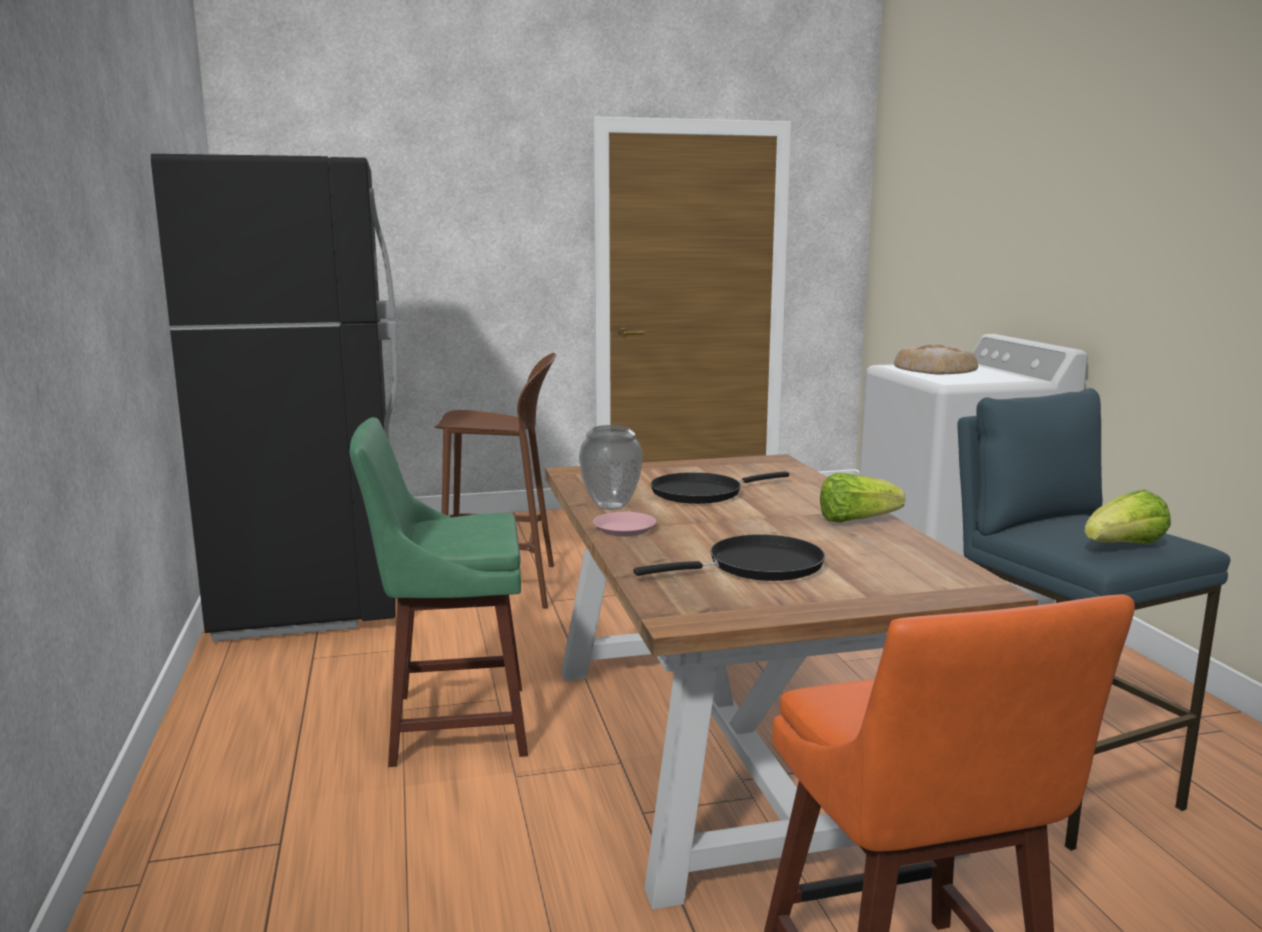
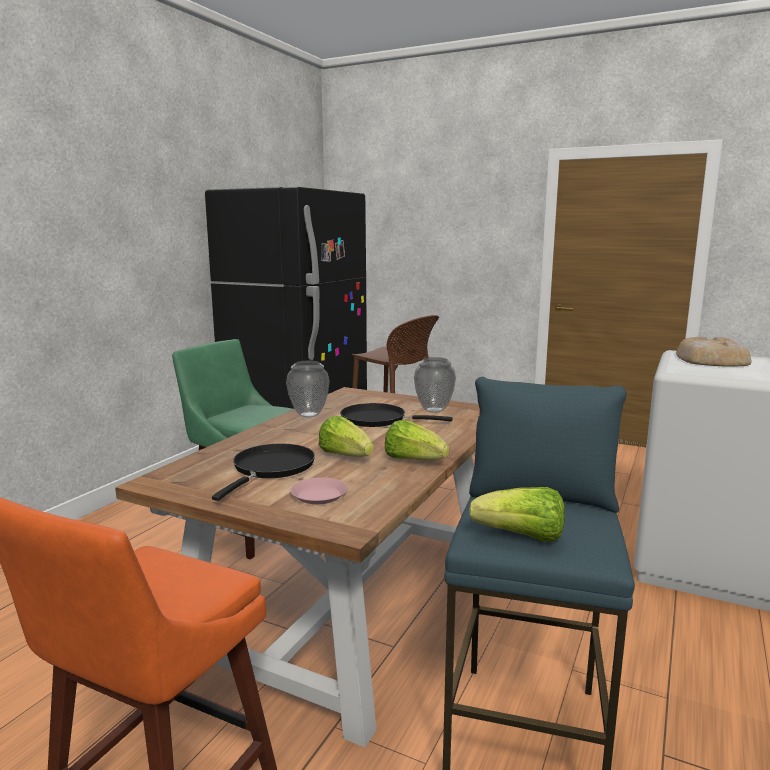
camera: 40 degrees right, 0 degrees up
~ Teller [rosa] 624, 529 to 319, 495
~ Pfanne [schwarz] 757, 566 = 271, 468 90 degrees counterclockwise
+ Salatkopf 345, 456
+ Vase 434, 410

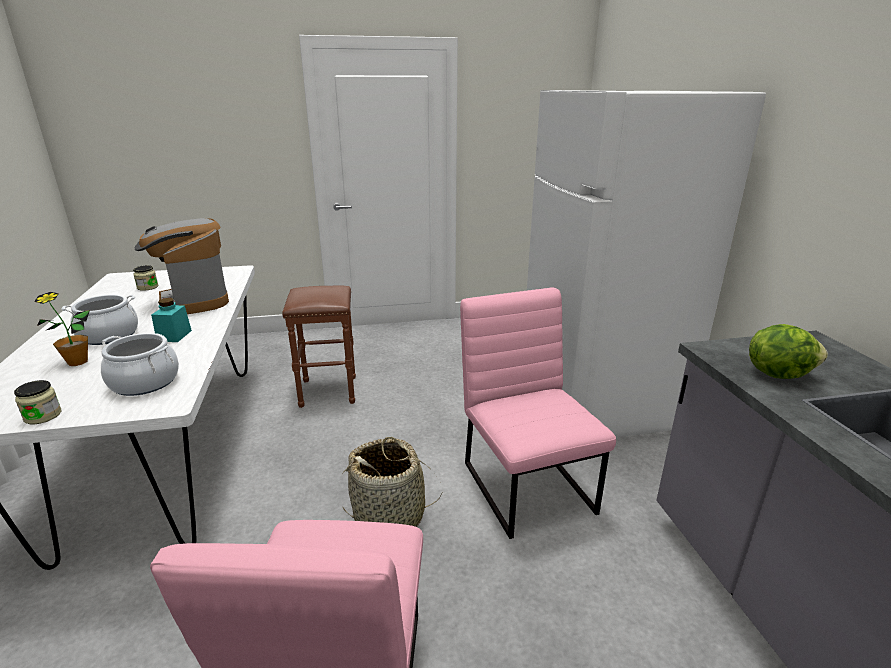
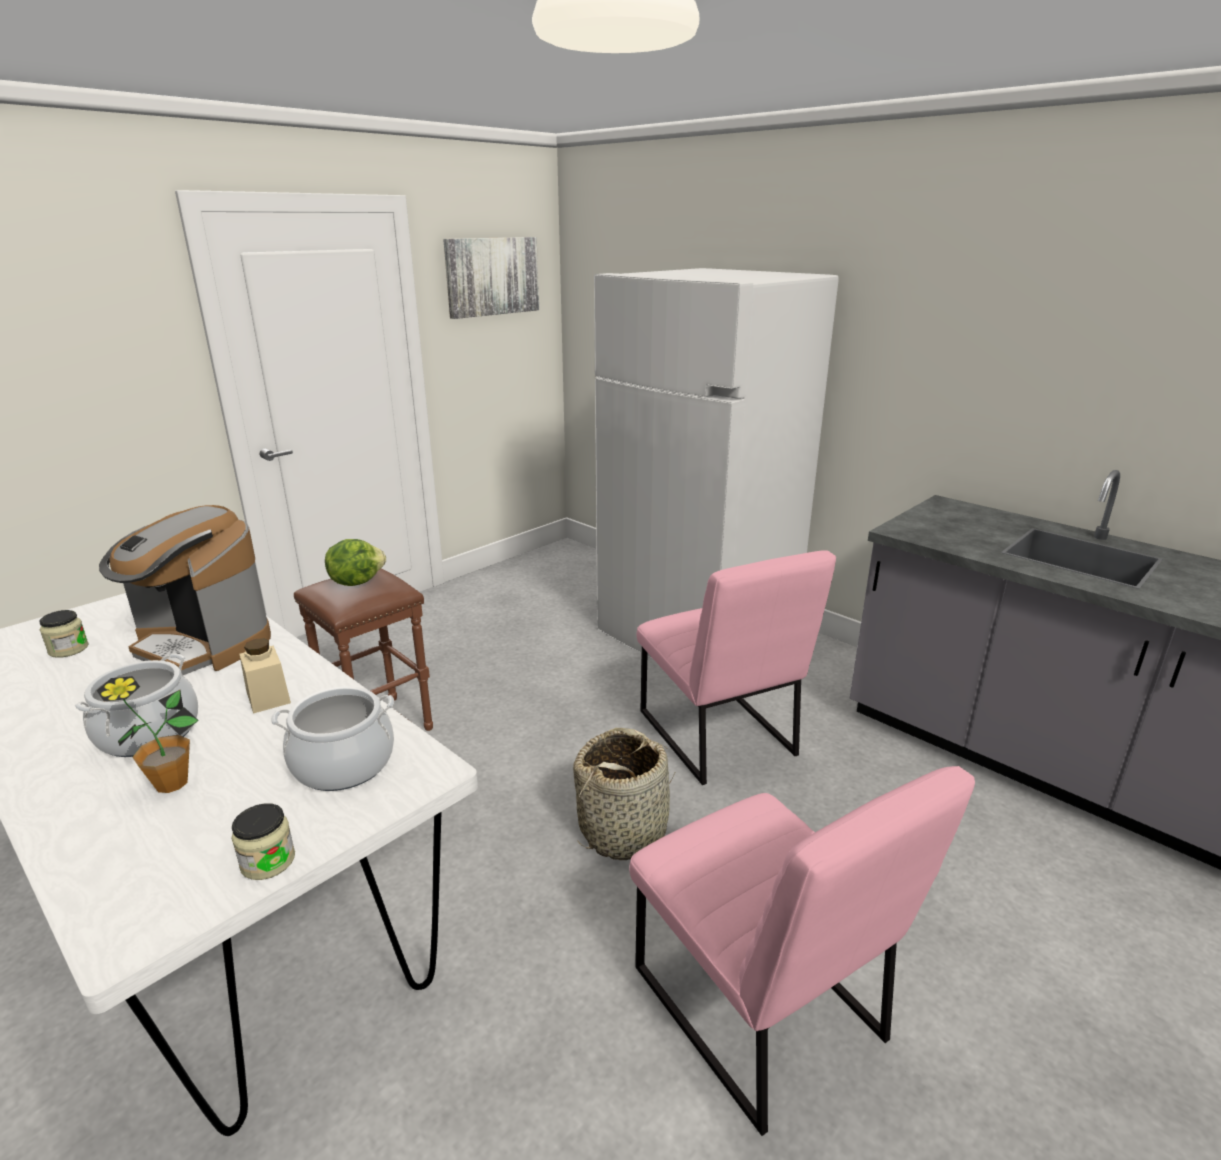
camera: 35 degrees left, 0 degrees up
~ Vorratsglas [türkis] 174, 336 to Vorratsglas [beige] 268, 697
~ Stuhl [rosa] 526, 484 = 717, 735 150 degrees counterclockwise
~ Salatkopf 777, 373 to 356, 581
+ Bild 492, 276

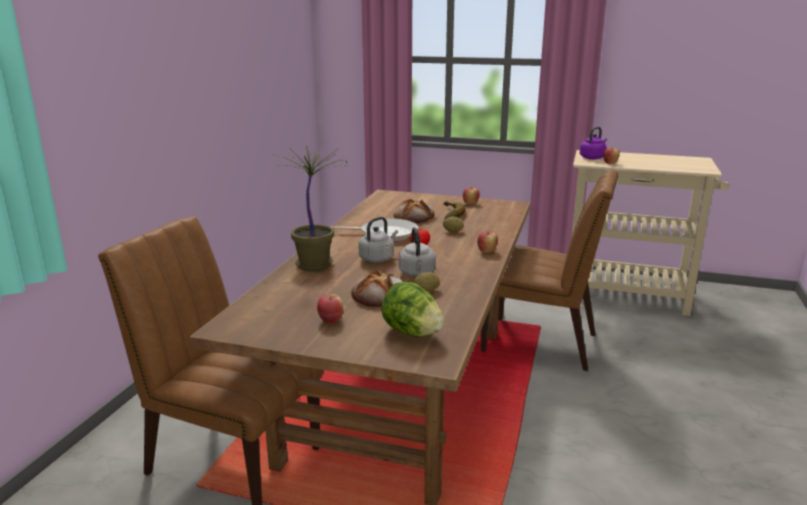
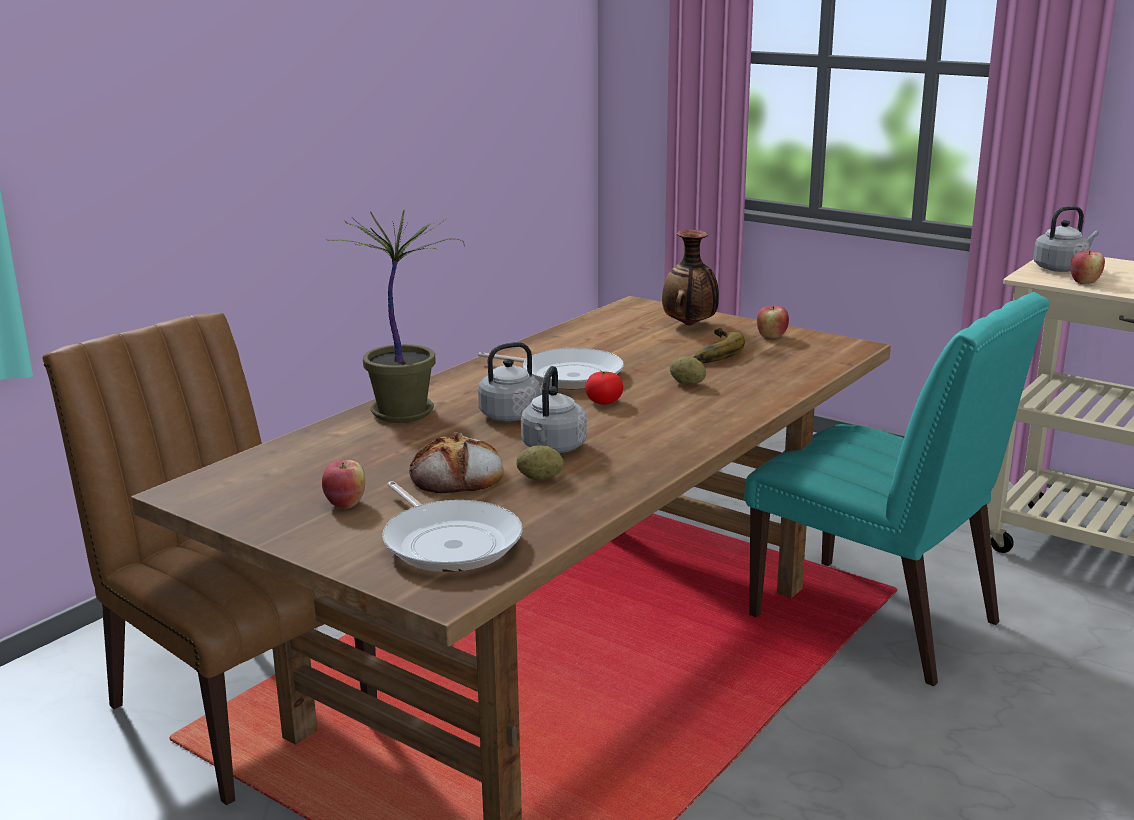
camera: 20 degrees right, 0 degrees up
~ Salatkopf 411, 333 to Pfanne 449, 542
- Brot 414, 217
- Apfel 486, 251
~ Stuhl [braun] 538, 343 to Stuhl [türkis] 871, 619
~ Wasserkessel [lila] 593, 157 to Wasserkessel [grau] 1061, 268
+ Vase 690, 325

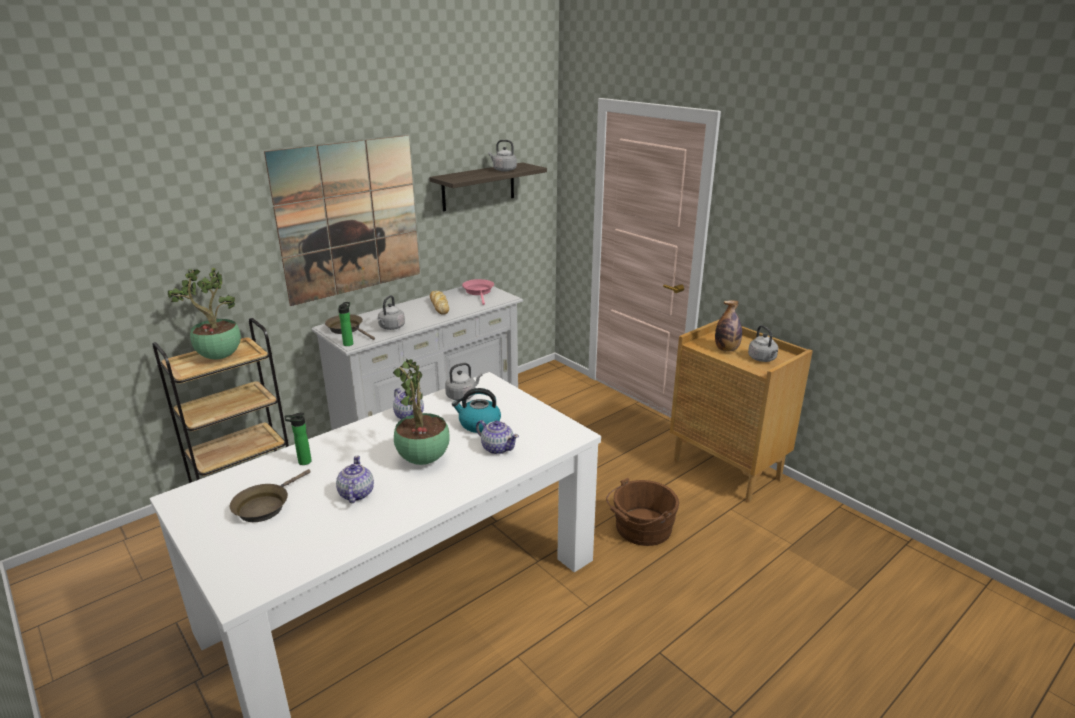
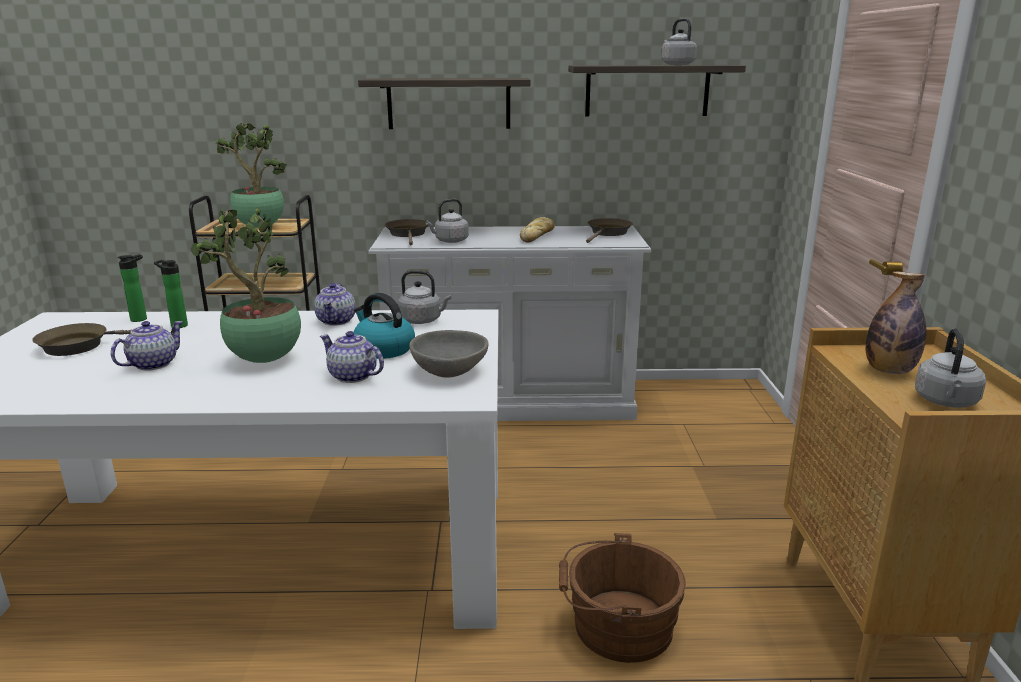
camera: 40 degrees right, 5 degrees down
~ Bild 349, 218 to Wandregal 449, 103
~ Flasche 349, 343 to 141, 319
~ Pfanne [rosa] 479, 292 to Pfanne [braun] 608, 233
~ Teekanne 497, 448 = 353, 376 135 degrees clockwise
+ Schüssel [grau] 449, 372

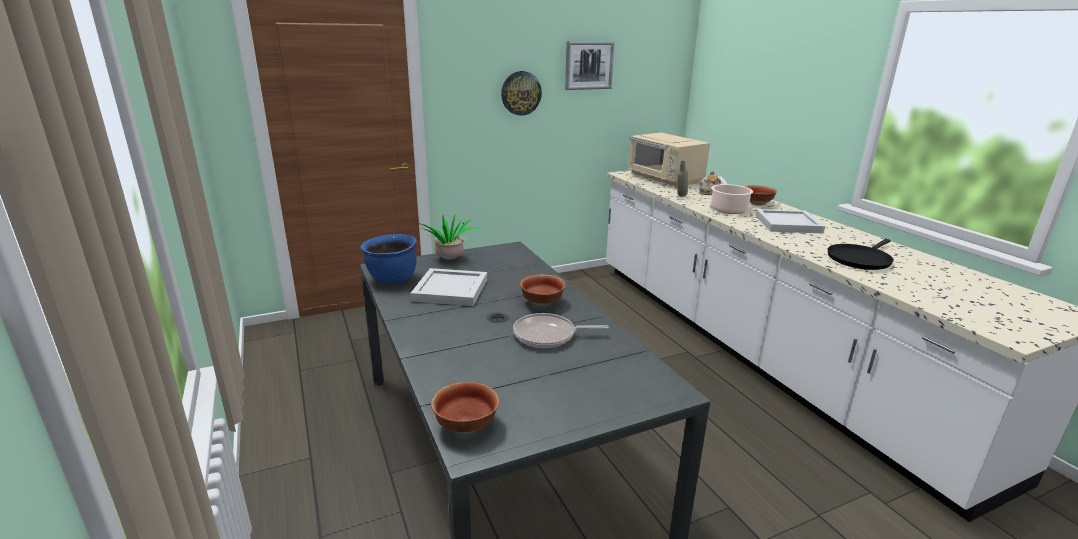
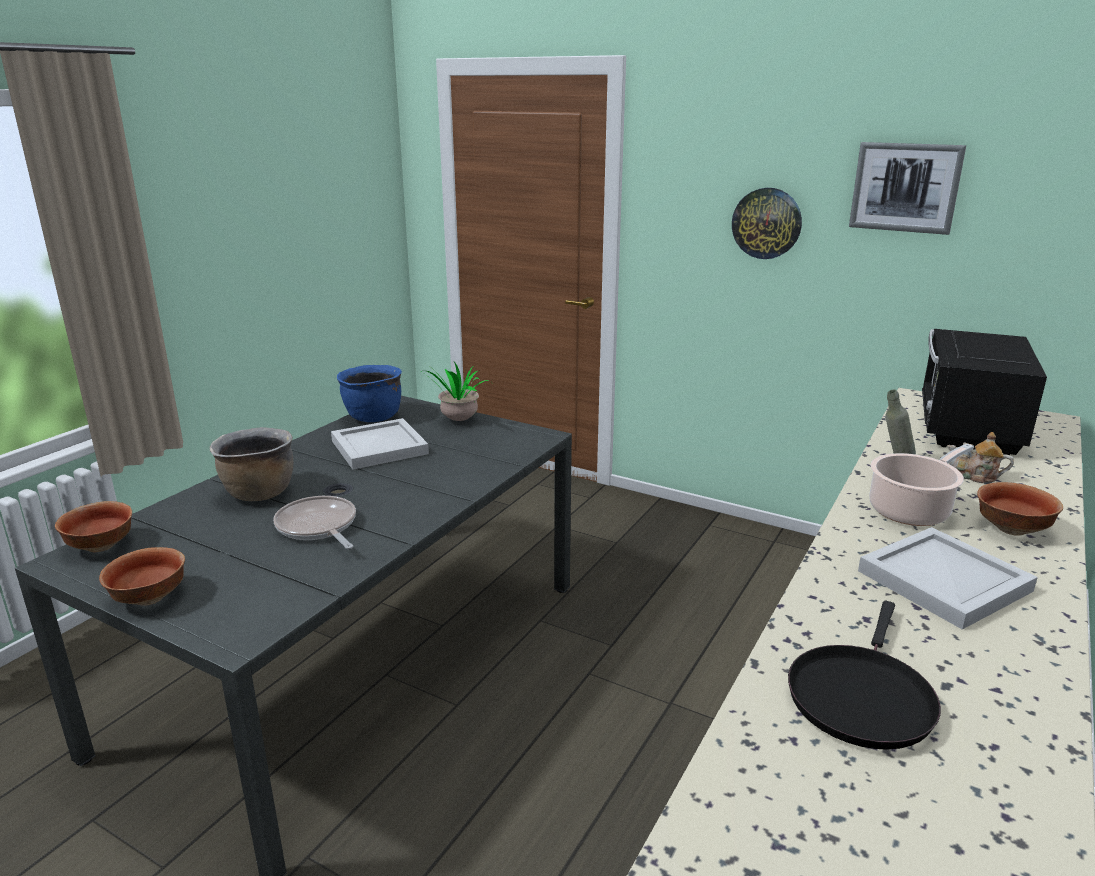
camera: 55 degrees right, 0 degrees up
~ Schüssel 543, 303 to 149, 598
~ Mikrowelle [beige] 665, 179 to Mikrowelle [schwarz] 966, 429
~ Pfanne [schwarz] 859, 259 = 860, 696 75 degrees counterclockwise
+ Kochtopf [braun] 258, 493

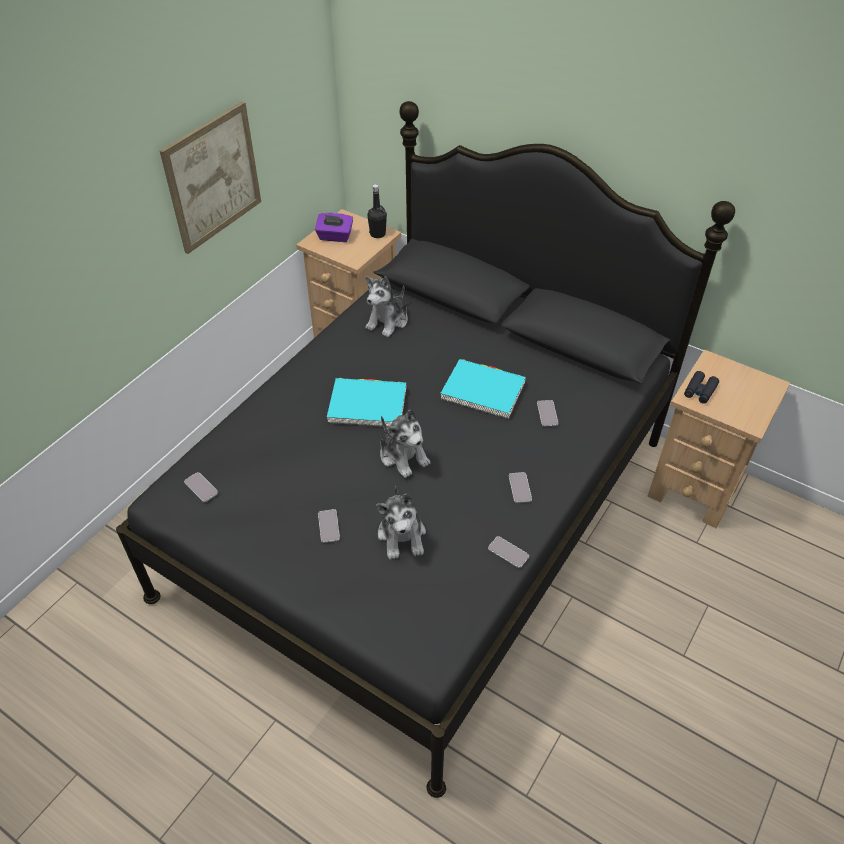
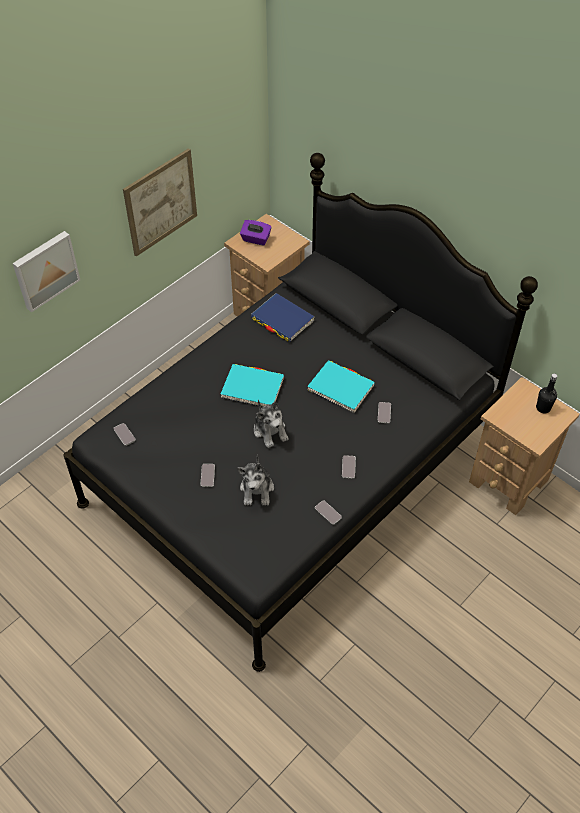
camera: 10 degrees right, 5 degrees up
~ Plüschtier 388, 321 to Buch [blau] 282, 320
~ Flasche [schwarz] 377, 234 to 543, 408
- Fernglas [schwarz] 700, 391
+ Bild 45, 270

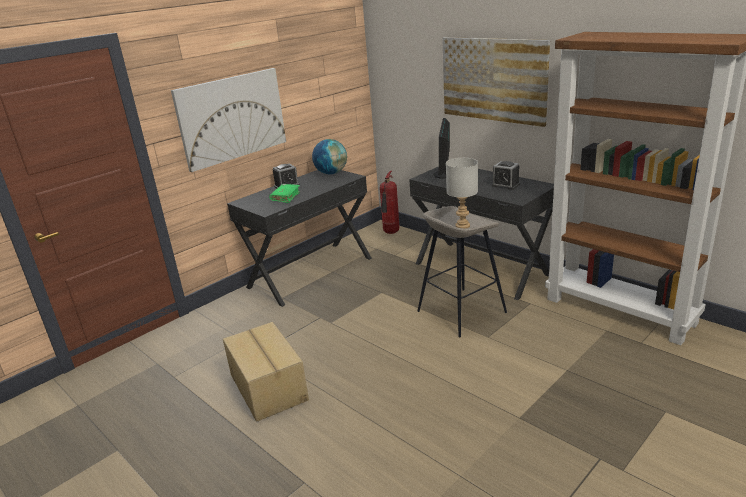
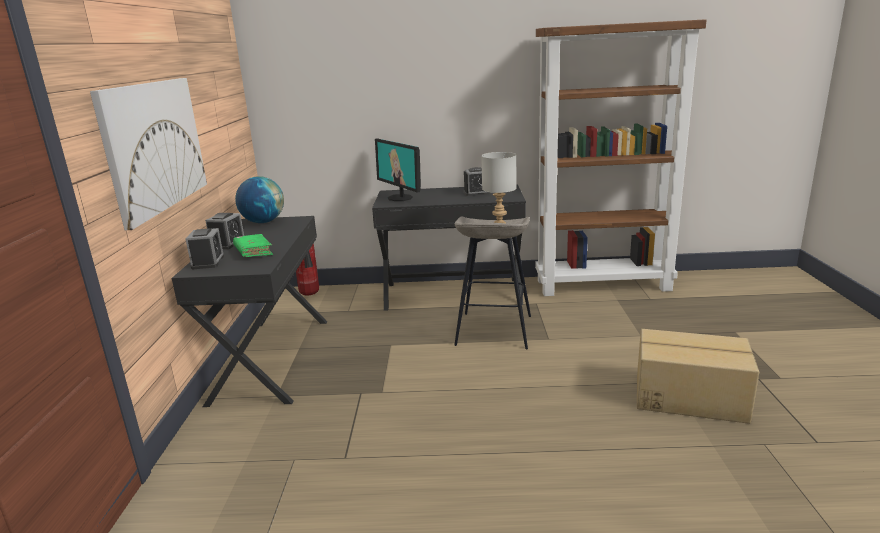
camera: 45 degrees left, 5 degrees down
~ Karton 269, 387 to 689, 397
- Bild 493, 80
+ Wecker 208, 262

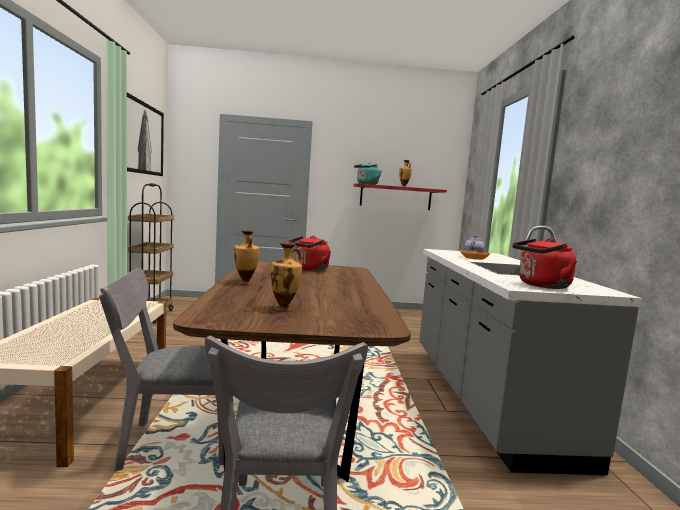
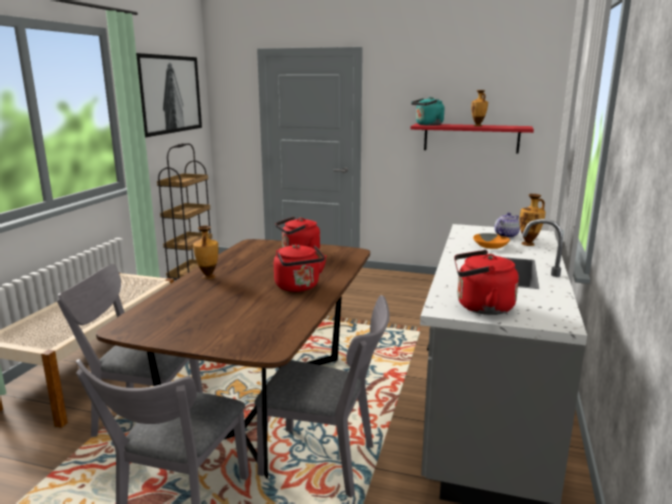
camera: 20 degrees right, 10 degrees up
~ Vase 284, 308 to 529, 244
+ Stuhl [grau] 326, 462
+ Wasserkessel [rot] 298, 287

